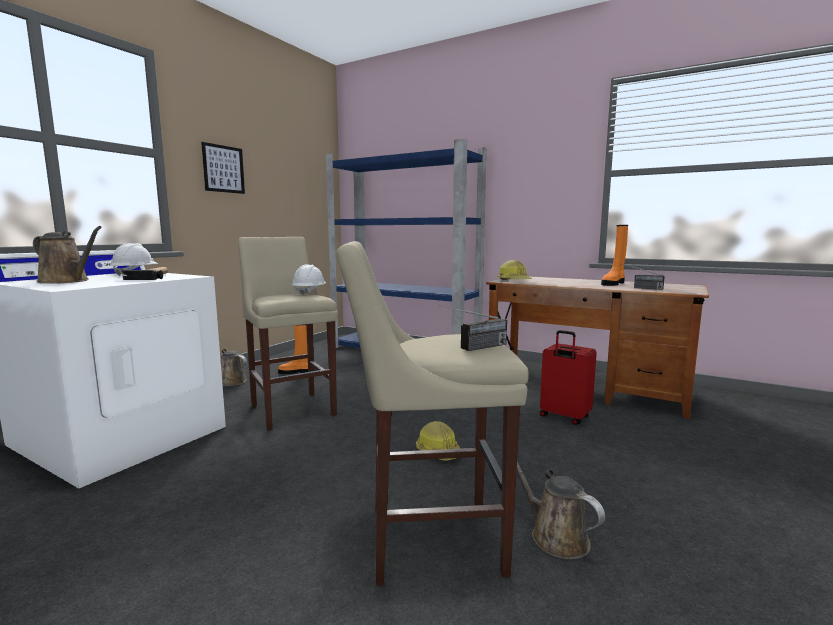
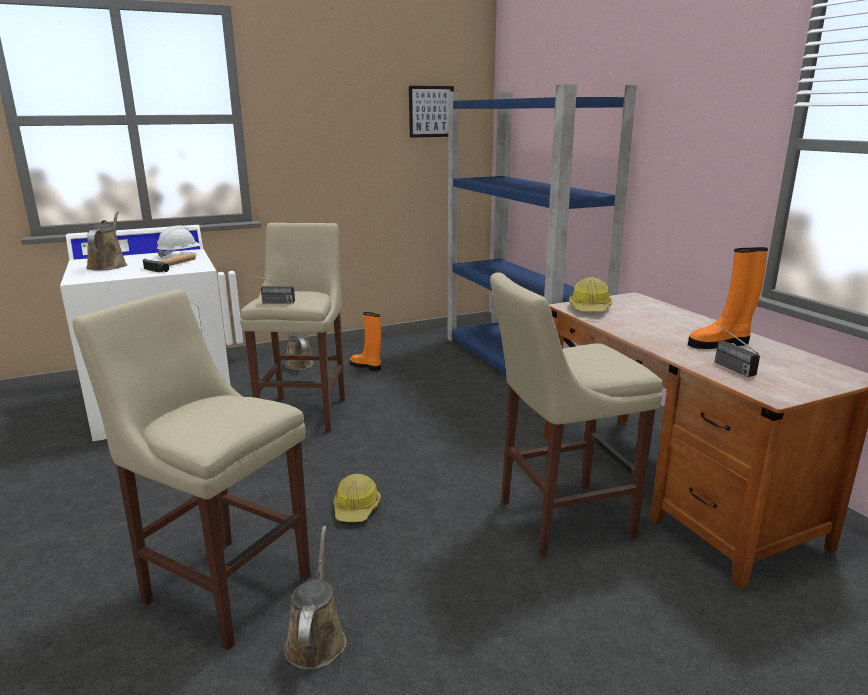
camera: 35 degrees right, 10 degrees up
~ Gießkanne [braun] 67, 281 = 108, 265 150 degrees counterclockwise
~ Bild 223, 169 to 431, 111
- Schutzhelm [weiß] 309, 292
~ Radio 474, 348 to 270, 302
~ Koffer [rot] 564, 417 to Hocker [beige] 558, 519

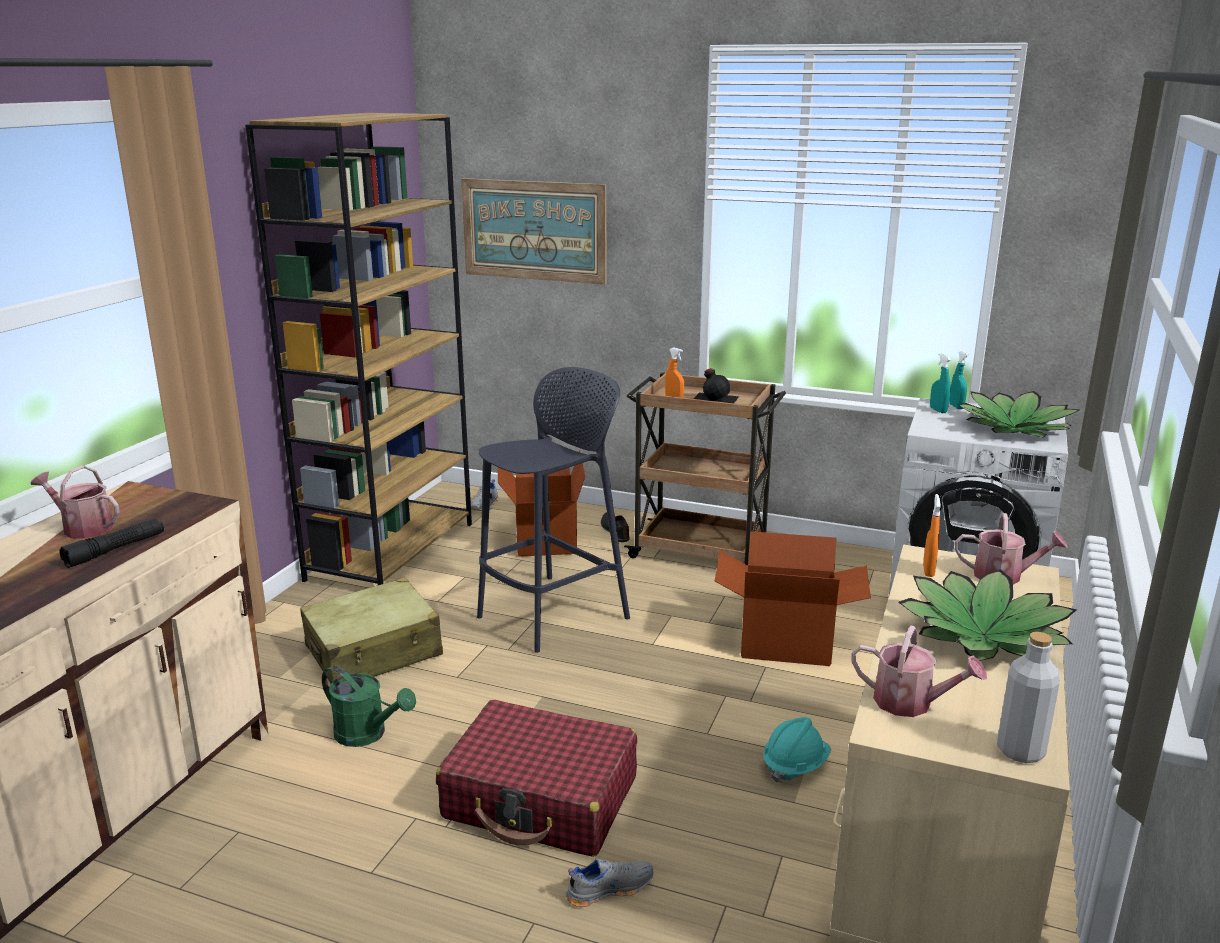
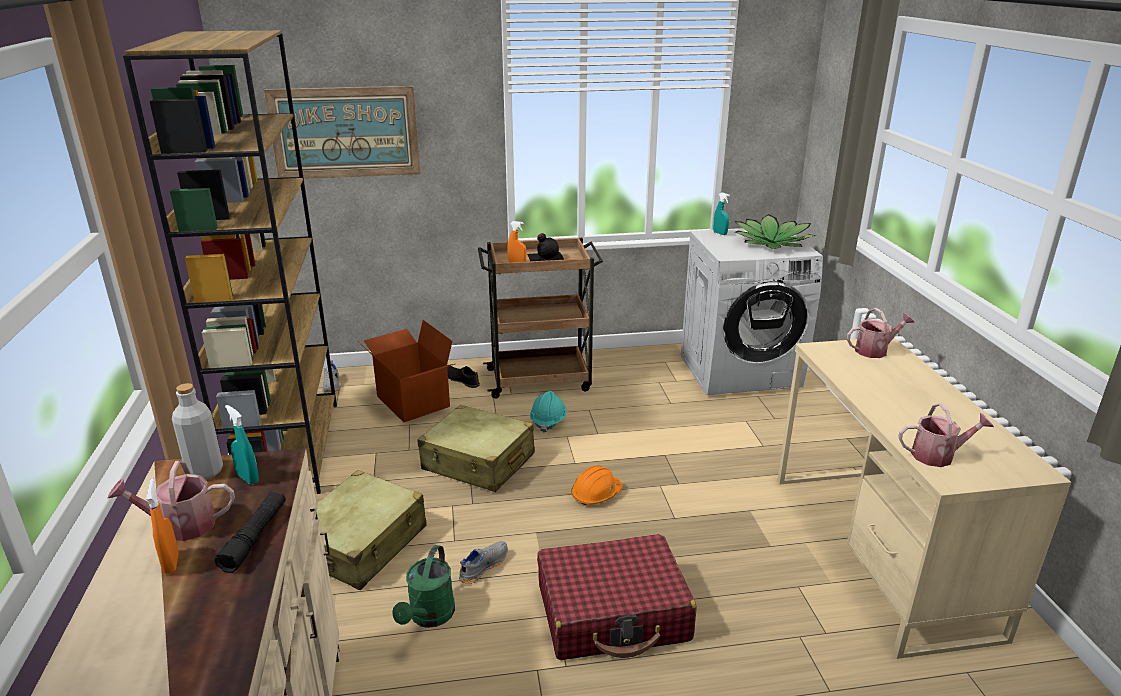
camera: 30 degrees left, 5 degrees up
~ Gießkanne [grün] 368, 734 = 429, 617 105 degrees clockwise
~ Hocker [grau] 552, 614 to Koffer [beige] 478, 462
~ Schuh [grau] 609, 888 to 482, 566
- Karton 786, 642
~ Schutzhelm [türkis] 795, 765 to 548, 421
- Topfpflanze 983, 635
~ Sprühflasche [orange] 928, 571 to 171, 563
~ Sprühflasche [türkis] 938, 410 to 248, 478
~ Flasche [grau] 1020, 751 to 205, 471
+ Schutzhelm [orange] 596, 494

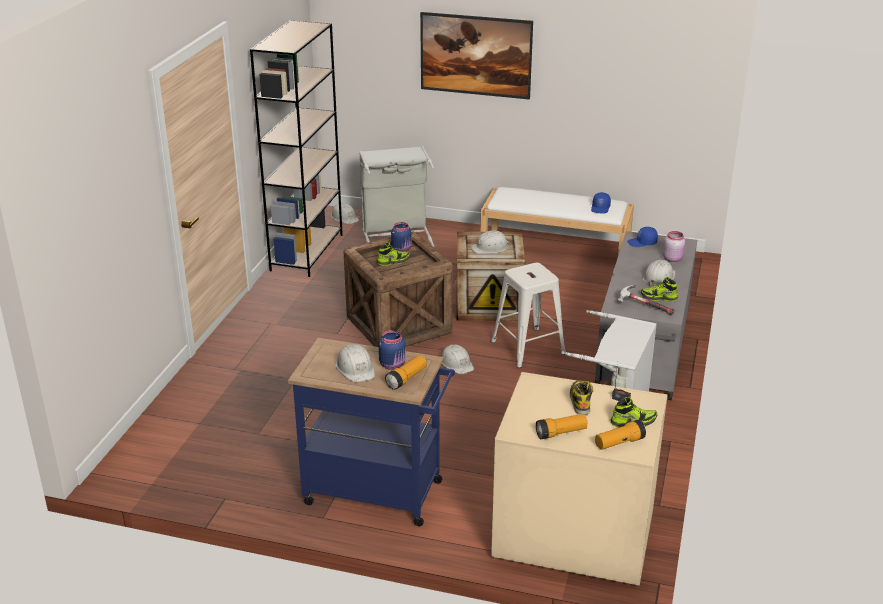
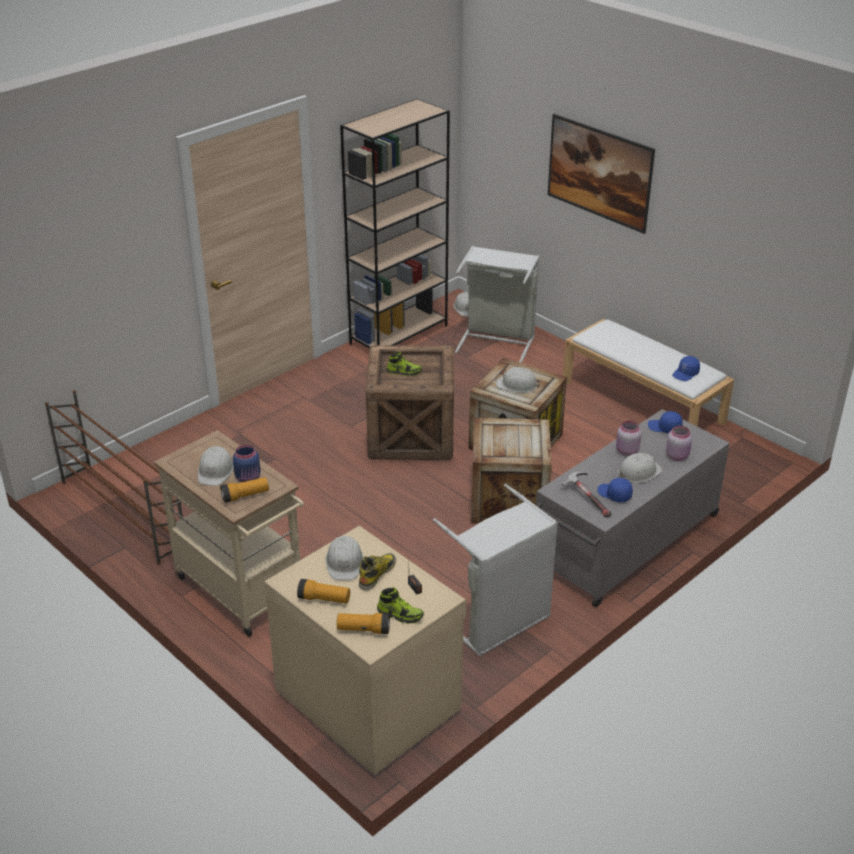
camera: 30 degrees right, 5 degrees up
~ Rollwagen [blau] 377, 494 to Rollwagen [beige] 242, 592
- Vorratsglas [blau] 402, 249
~ Schutzhelm [weiß] 456, 363 to 344, 562
~ Hocker [weiß] 527, 348 to Kiste 508, 500
~ Schuh 659, 298 to Kappe [blau] 614, 494
+ Schuhregal [braun] 122, 514
+ Vorratsglas [rosa] 626, 451

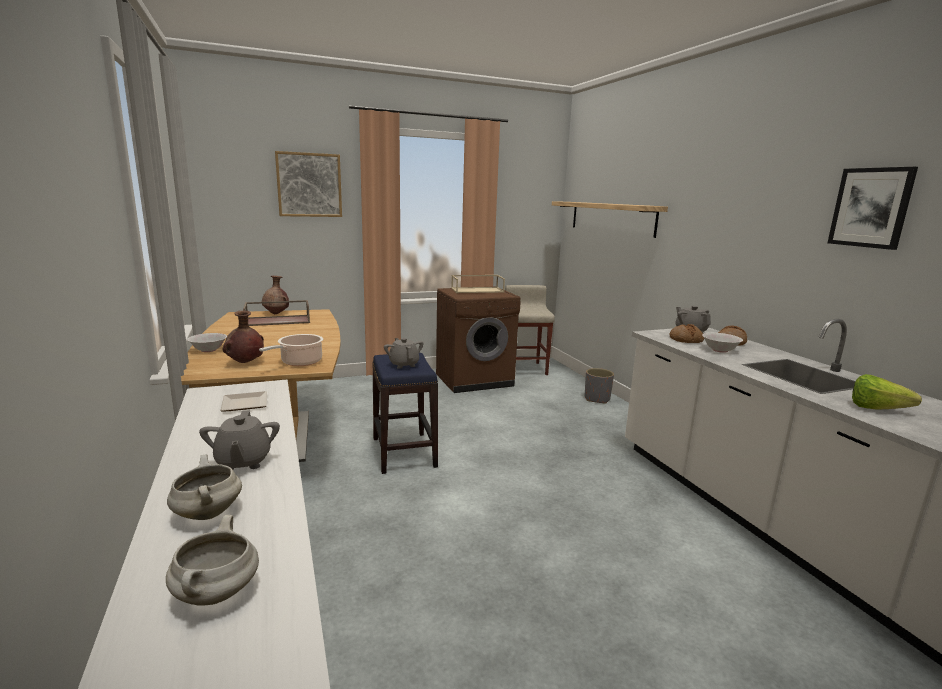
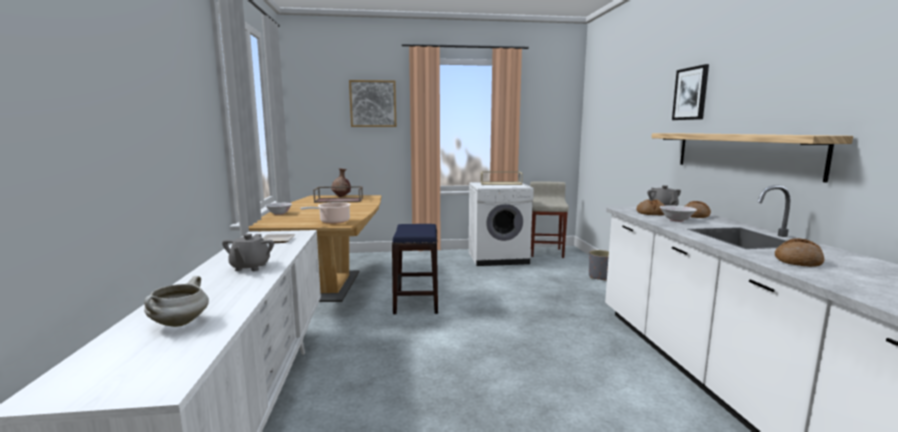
camera: 15 degrees right, 5 degrees down
- Kochtopf [weiß] 207, 513
- Vase [braun] 245, 363
- Teekanne [grau] 404, 364
~ Waschmaschine [braun] 475, 380 to Waschmaschine [weiß] 498, 258
~ Wandregal 611, 218 to 741, 153
~ Bild 871, 207 to 691, 93
~ Salatkopf 882, 410 to Brot 797, 261

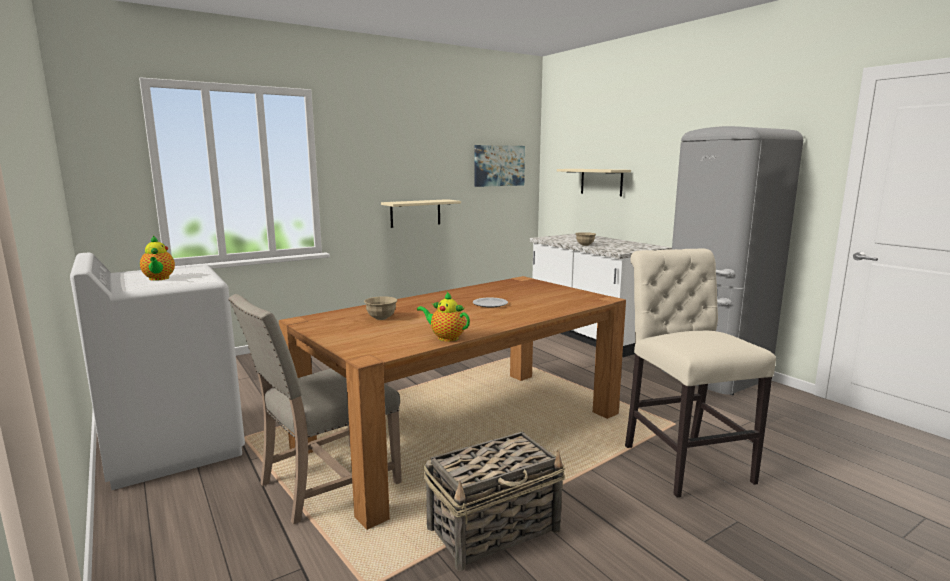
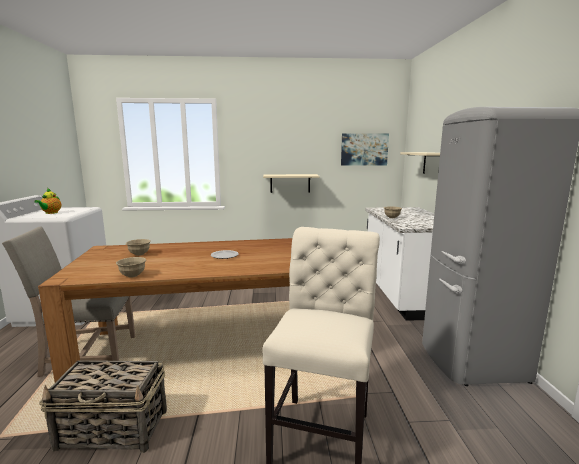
camera: 30 degrees right, 0 degrees up
~ Teekanne 445, 337 to Schüssel [beige] 132, 275

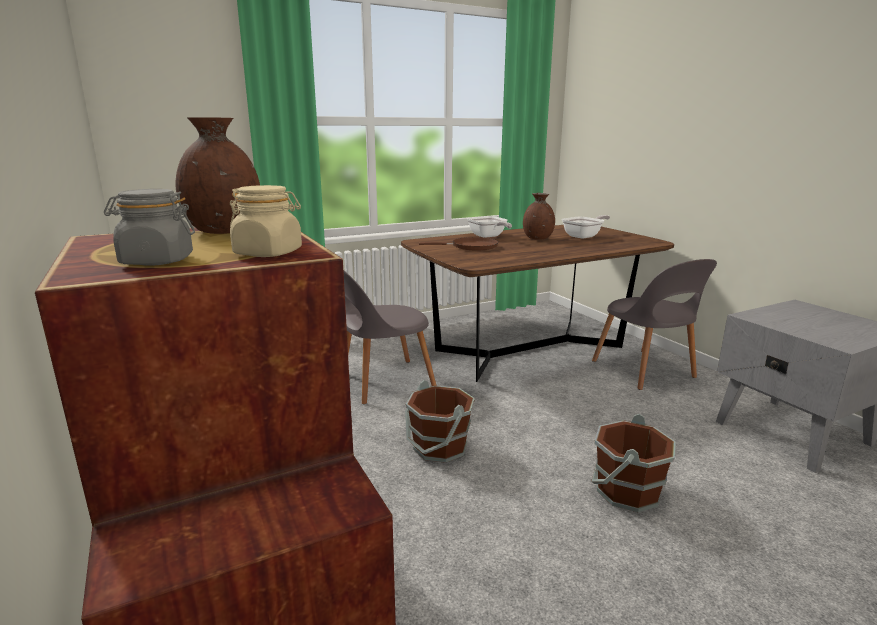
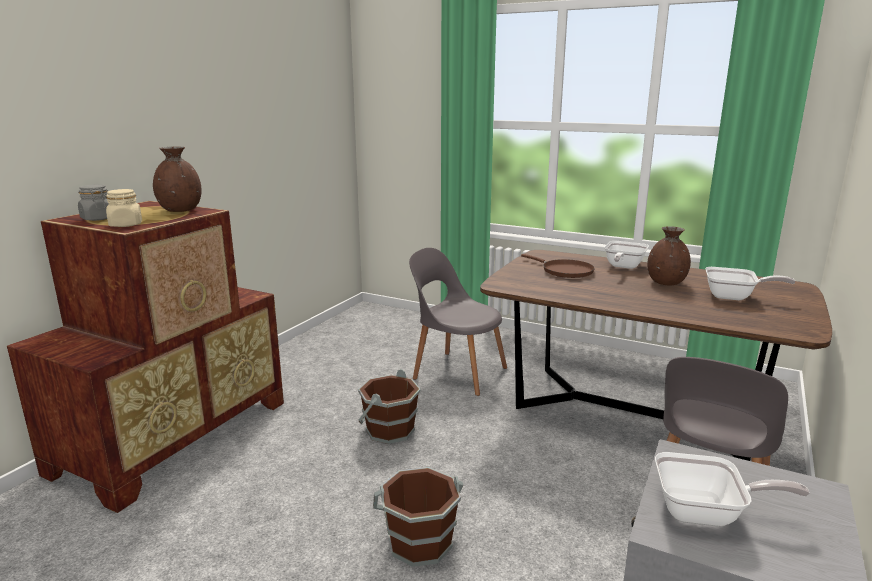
camera: 55 degrees right, 0 degrees up
+ Pfanne 706, 513

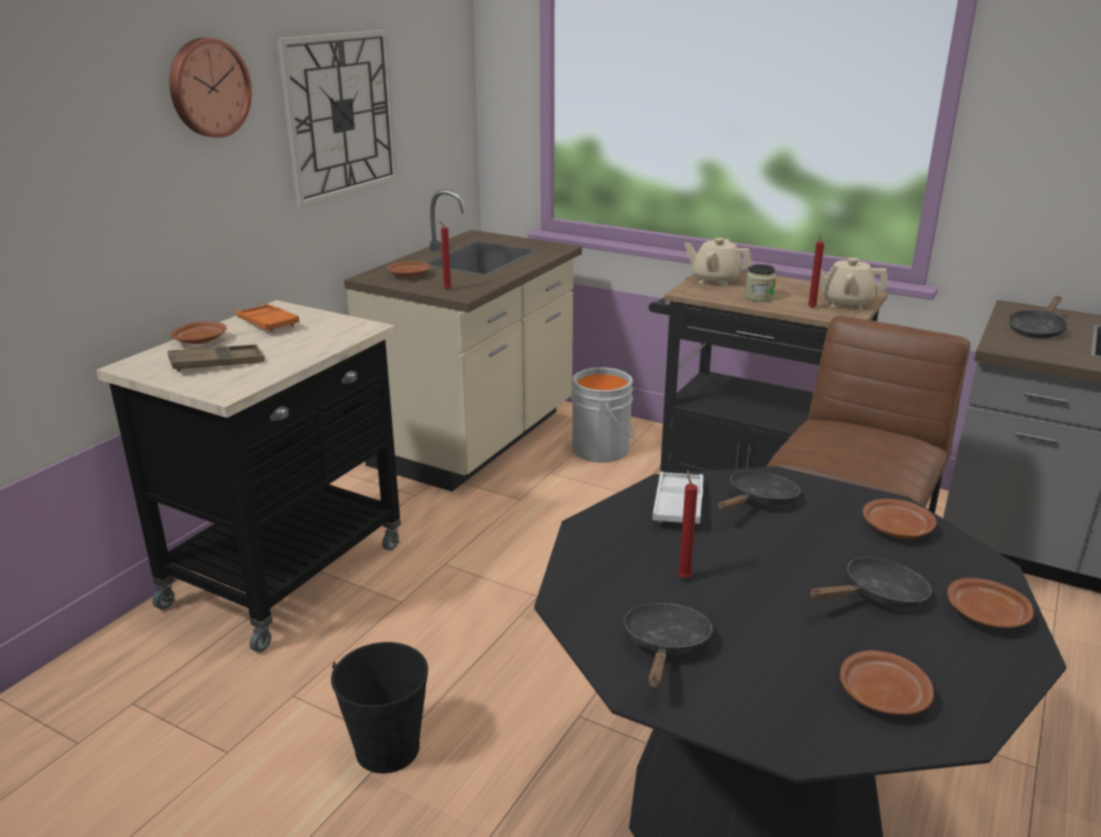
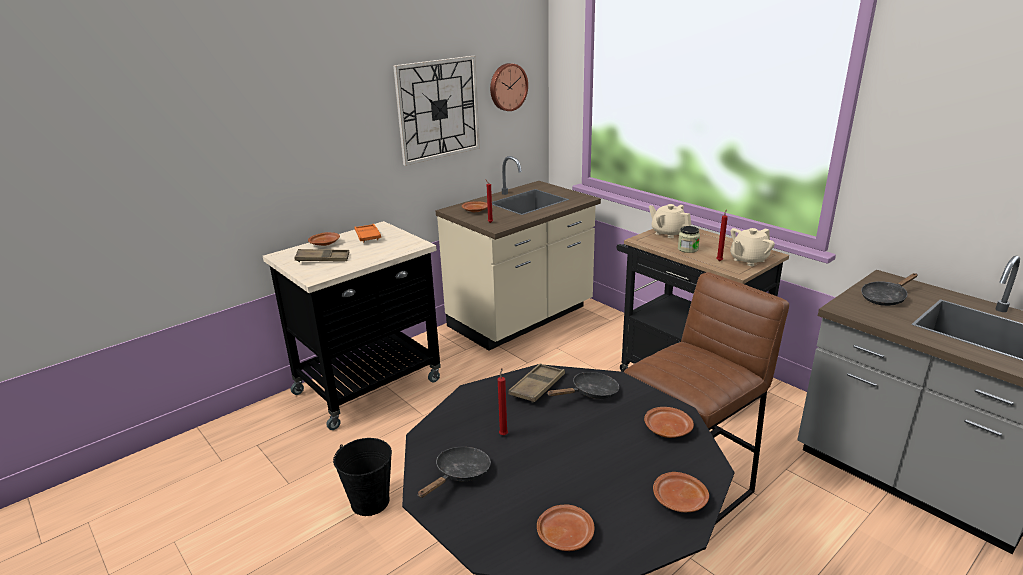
camera: 20 degrees right, 0 degrees up
~ Wanduhr 208, 88 to 507, 87
- Eimer [grau] 604, 449
~ Tablett [weiß] 678, 504 to Tablett [braun] 537, 387
- Pfanne [schwarz] 878, 596
~ Teekanne [beige] 846, 303 = 748, 260 75 degrees counterclockwise

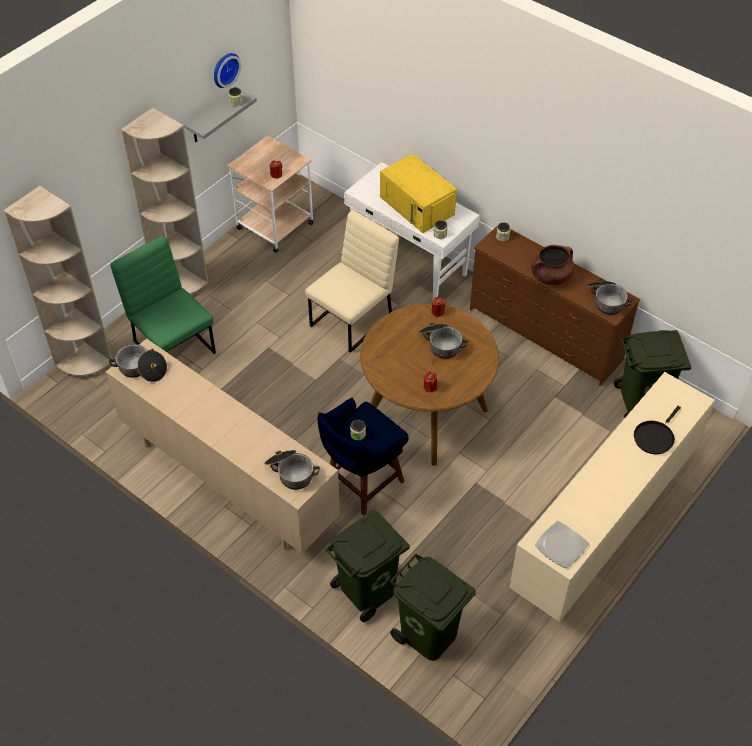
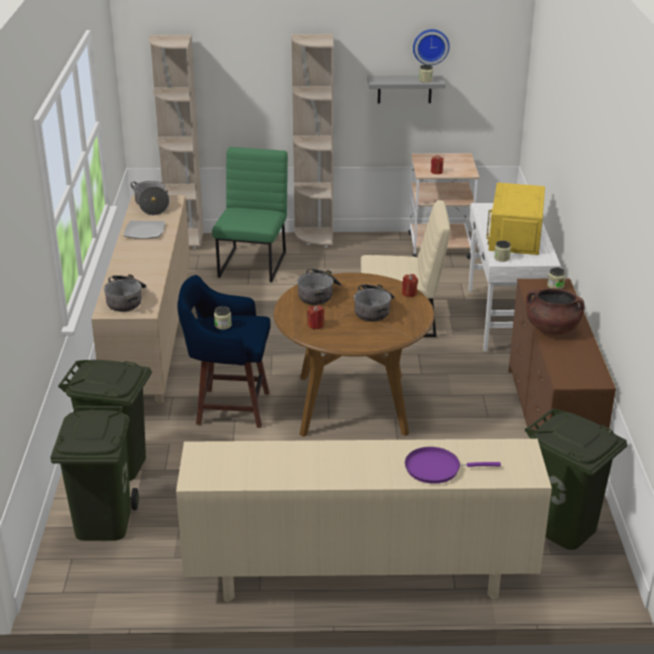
camera: 50 degrees right, 20 degrees down
~ Teller 561, 546 to 144, 231
~ Kochtopf 605, 300 to 319, 294
~ Pfanne [schwarz] 655, 437 to Pfanne [lila] 437, 468

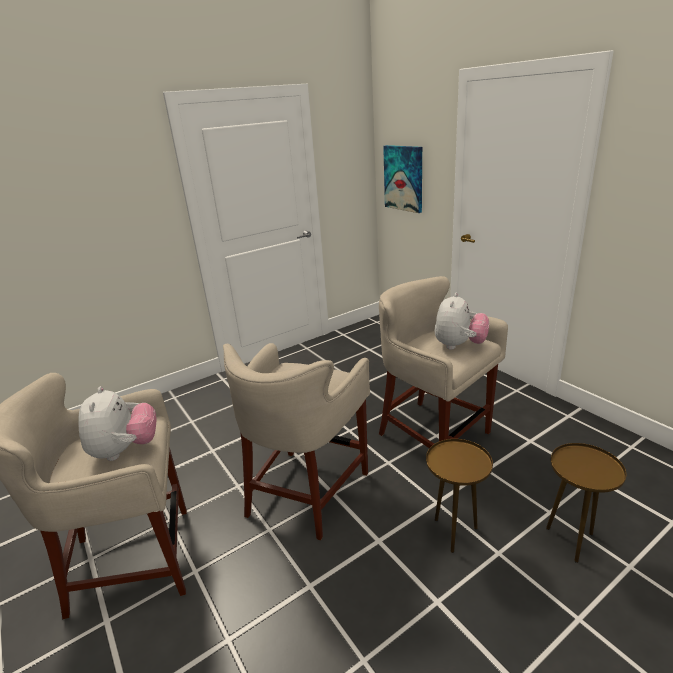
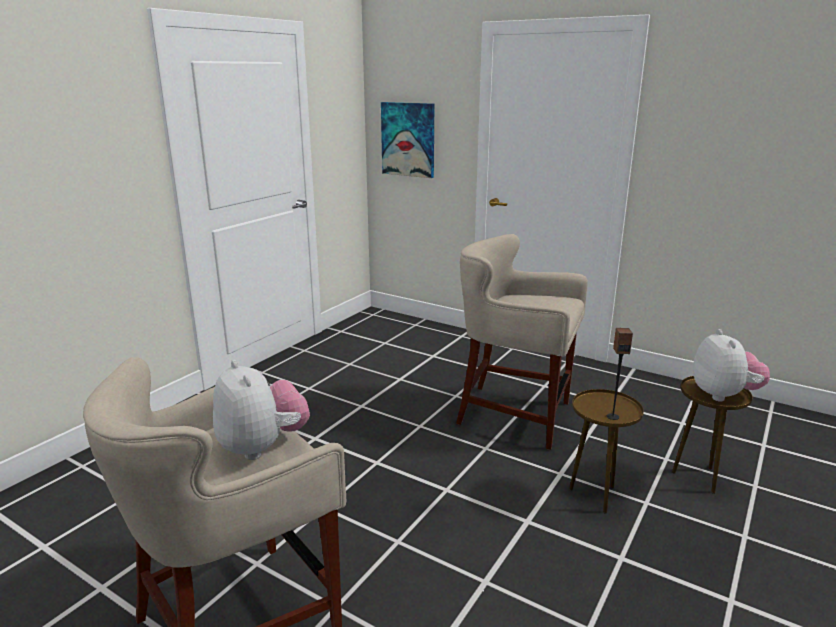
camera: 25 degrees left, 5 degrees down
- Hocker [beige] 307, 491
~ Plüschtier 459, 346 to 724, 395
+ Lautsprecher 612, 416

